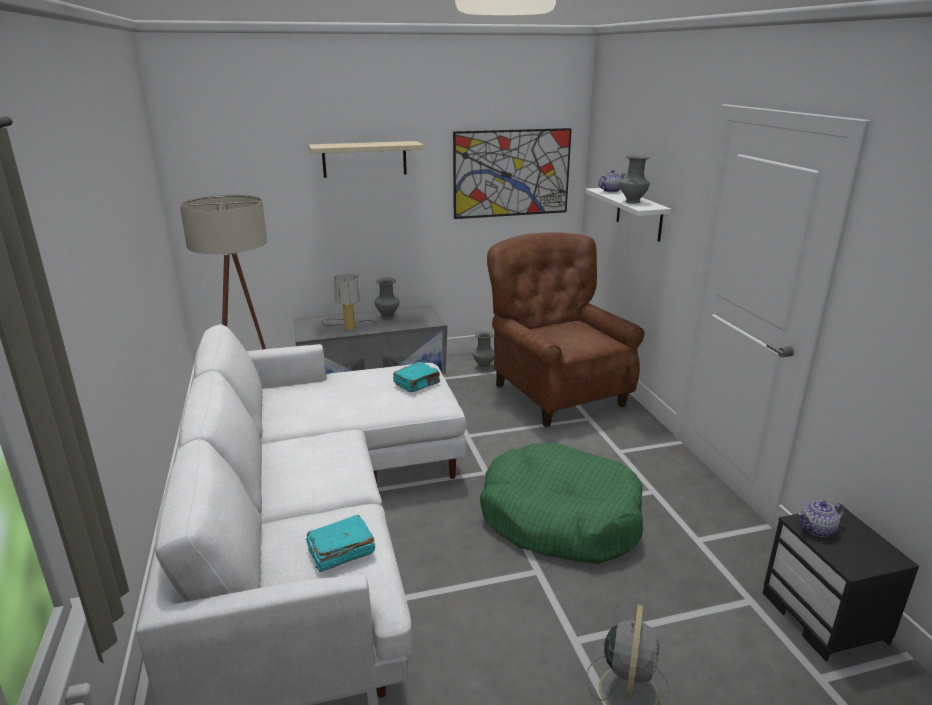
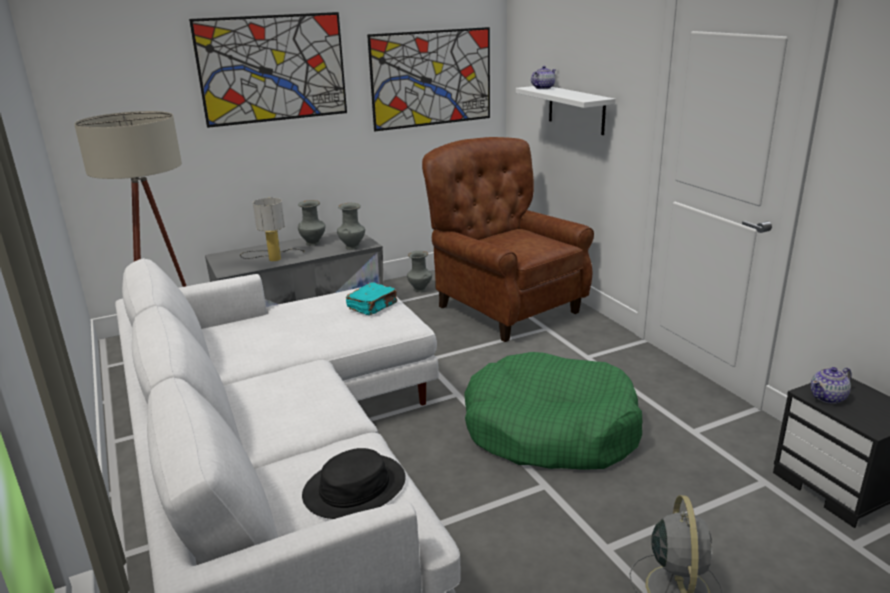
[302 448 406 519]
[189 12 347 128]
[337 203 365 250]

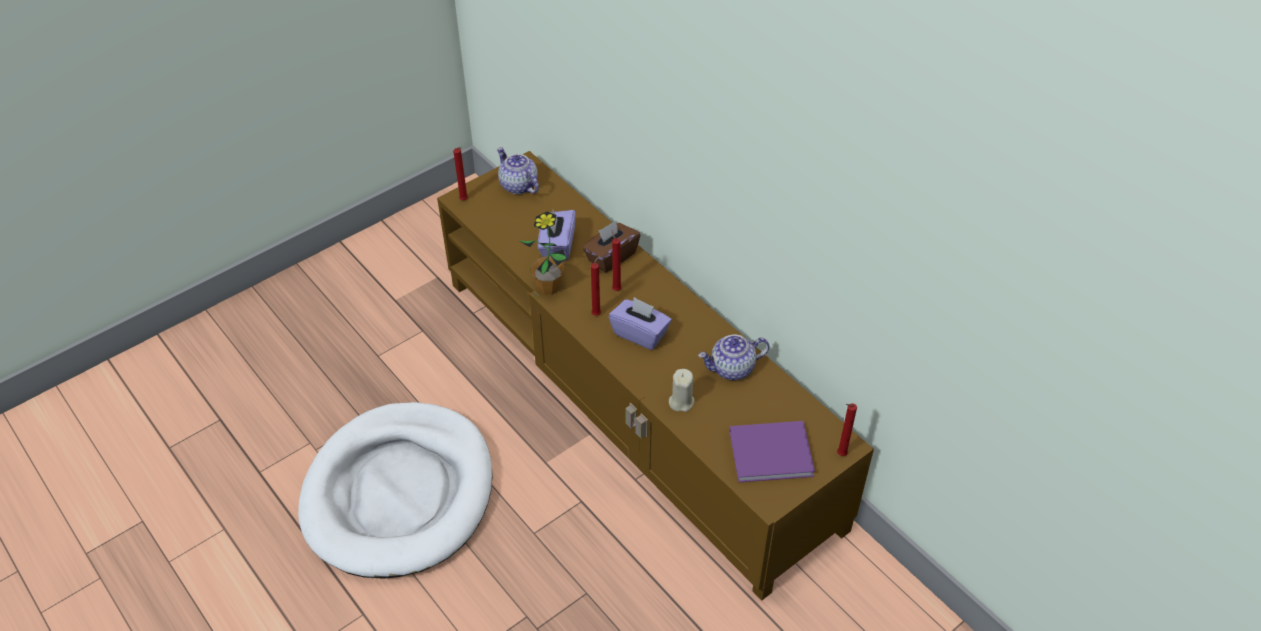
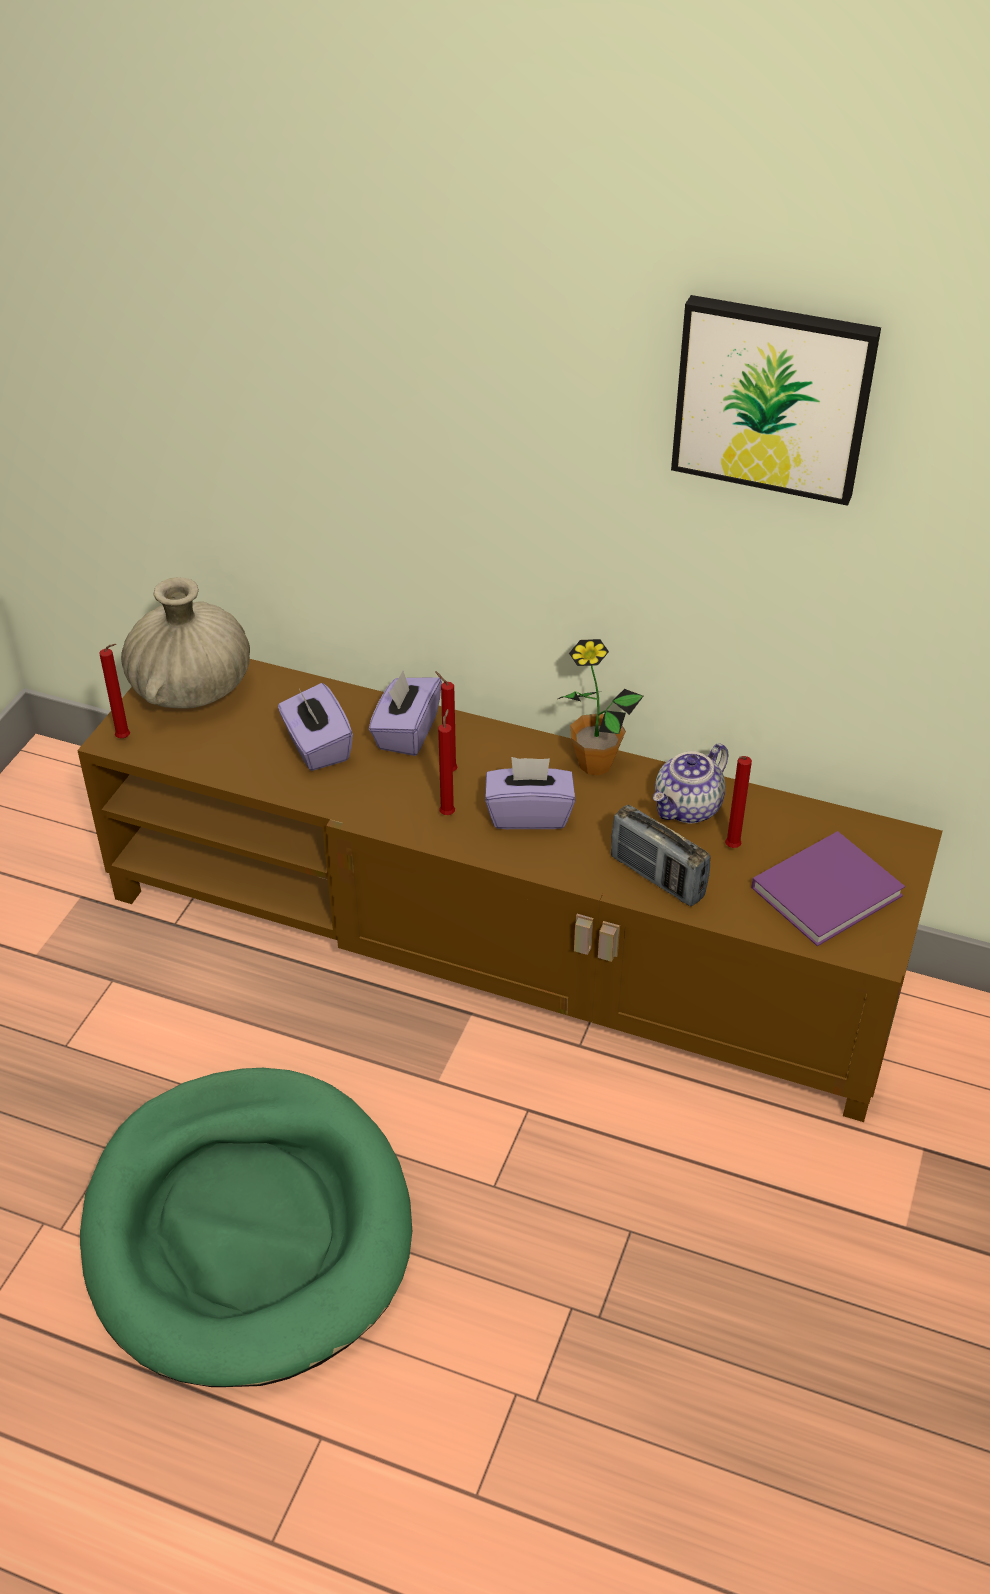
[80 1068 412 1387]
[121 577 250 709]
[558 639 643 776]
[369 671 442 756]
[611 805 710 906]
[725 756 752 848]
[671 295 881 506]

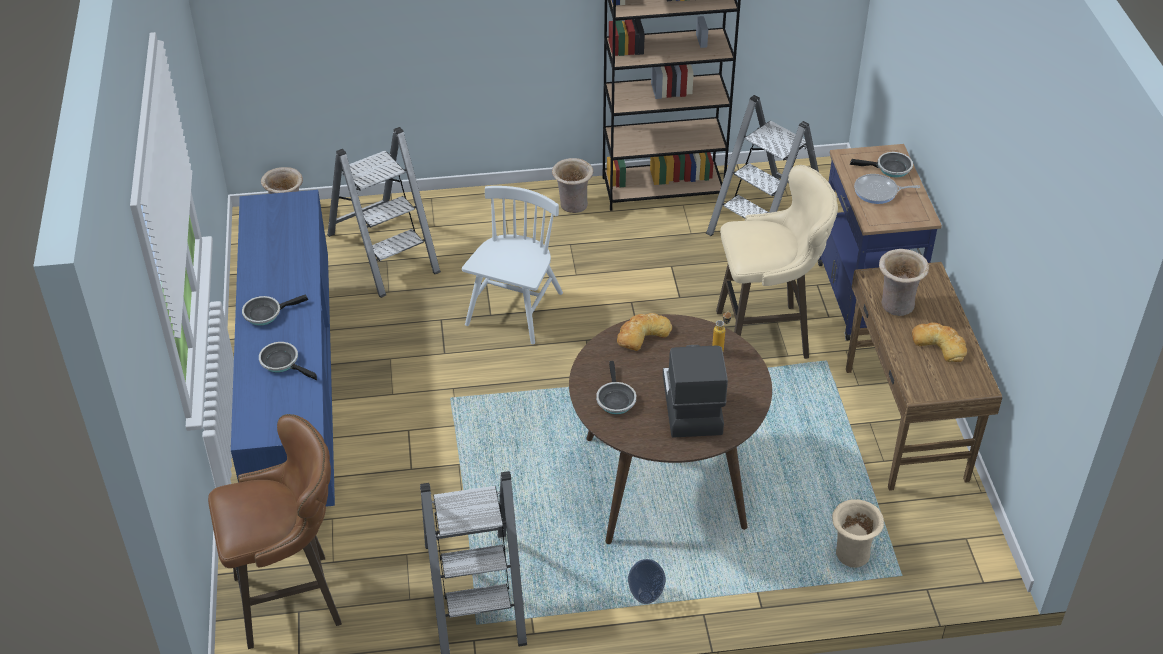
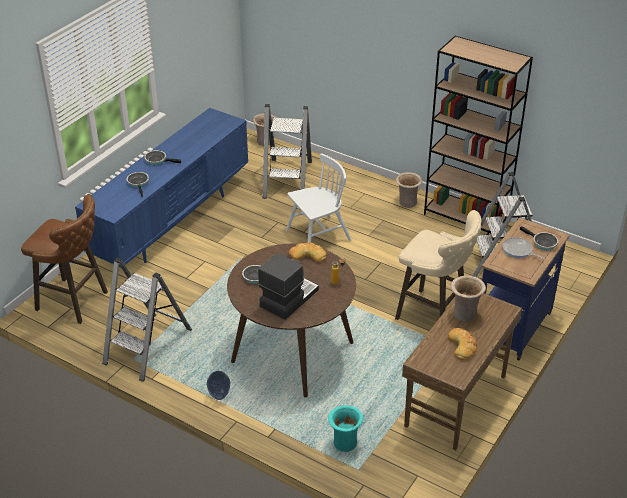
[328 405 363 452]

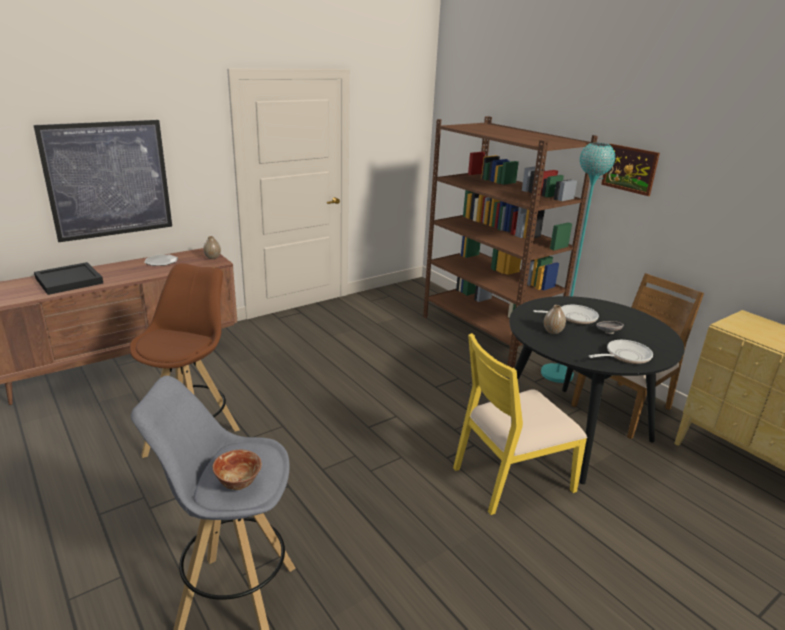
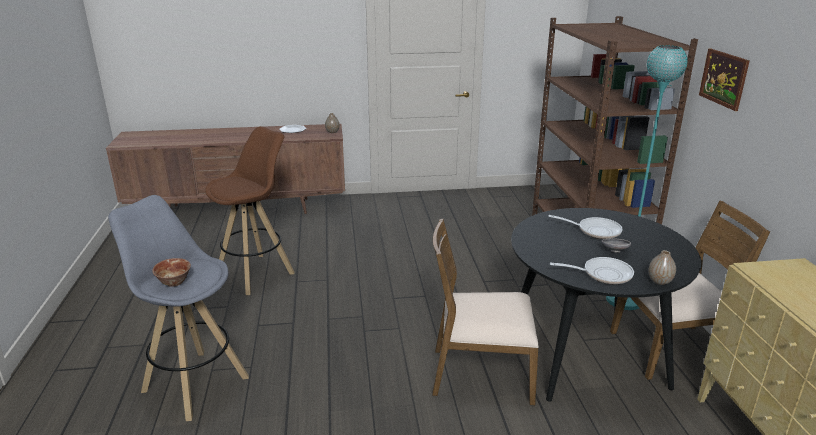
[33 120 172 242] (first image)
[34 262 103 295] (first image)
[432 219 539 405]
[648 250 676 285]

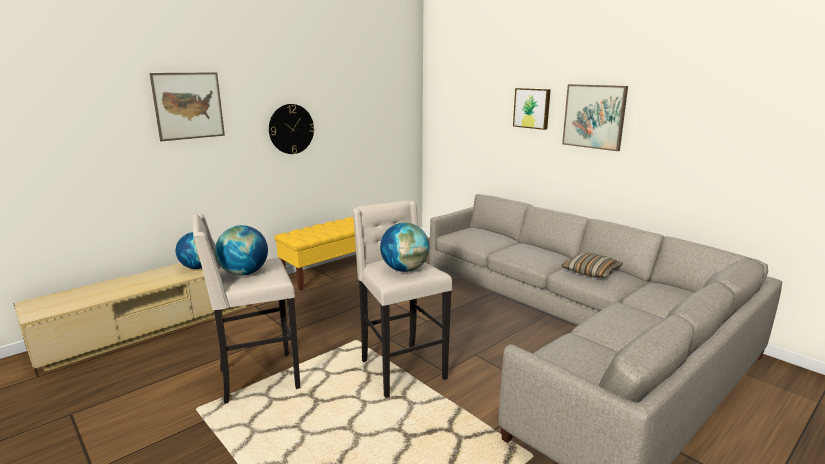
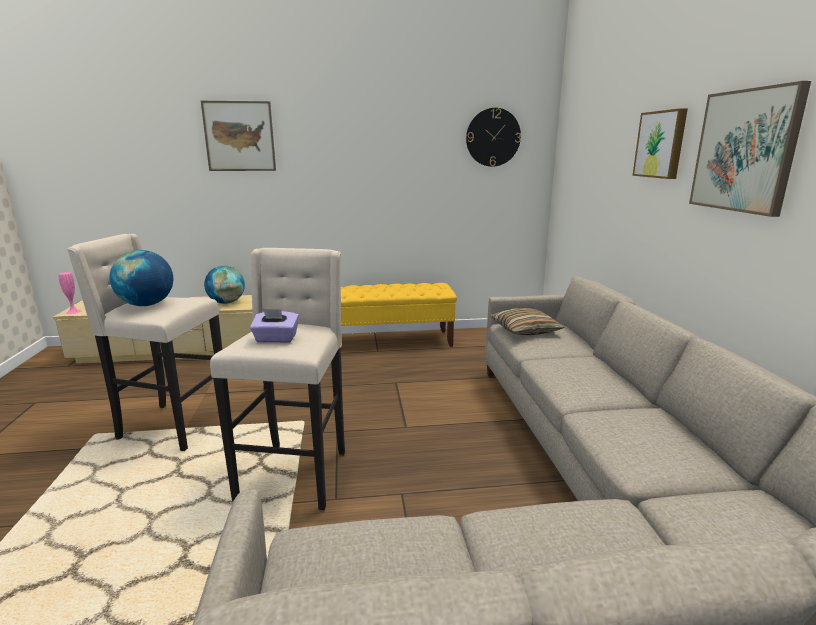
[466 108 521 167]
[250 309 299 343]
[491 308 564 335]
[59 272 81 314]

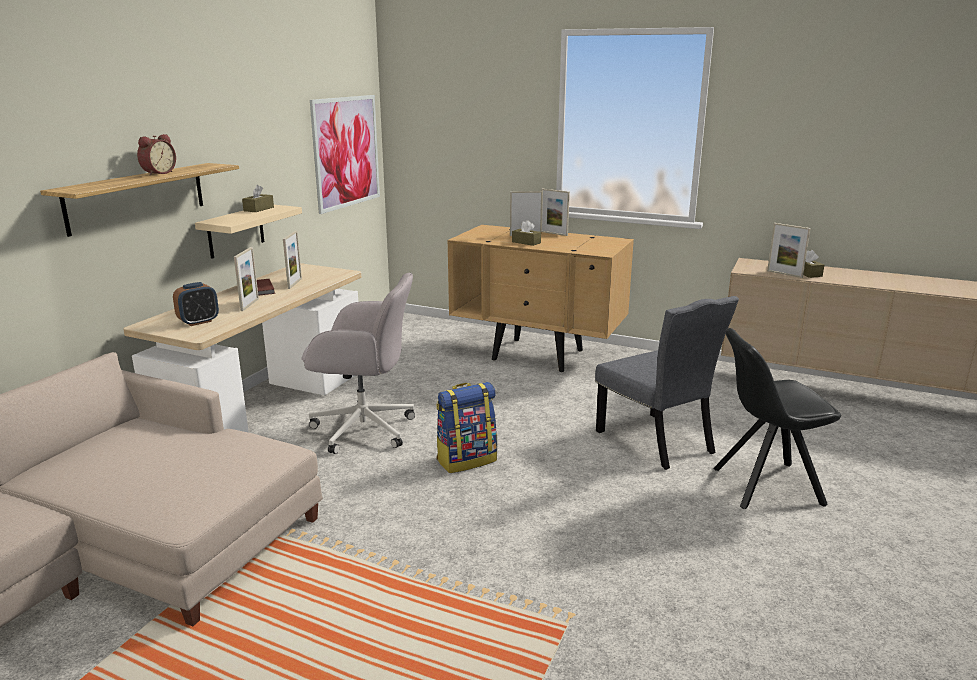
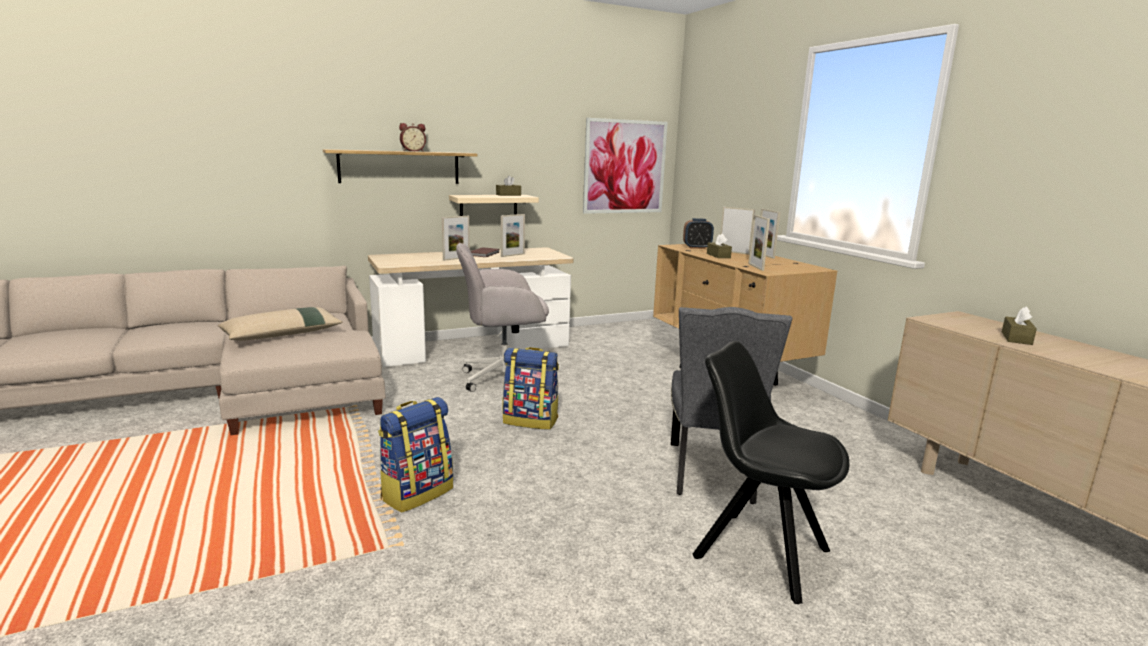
[683 218 714 249]
[456 243 549 392]
[748 215 770 271]
[218 307 343 341]
[378 397 453 513]

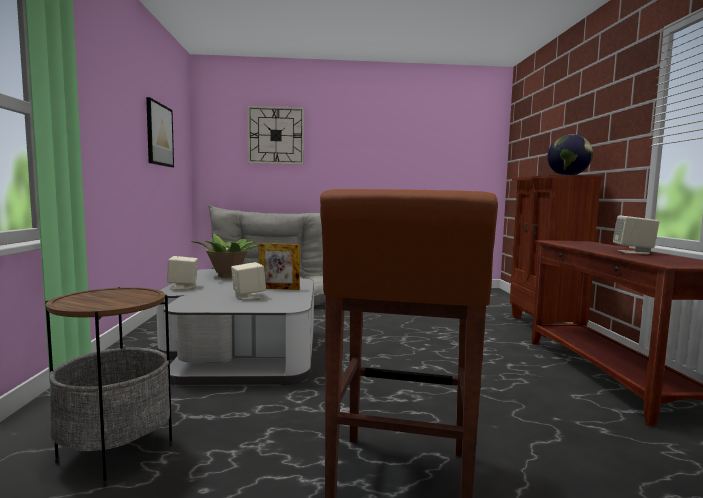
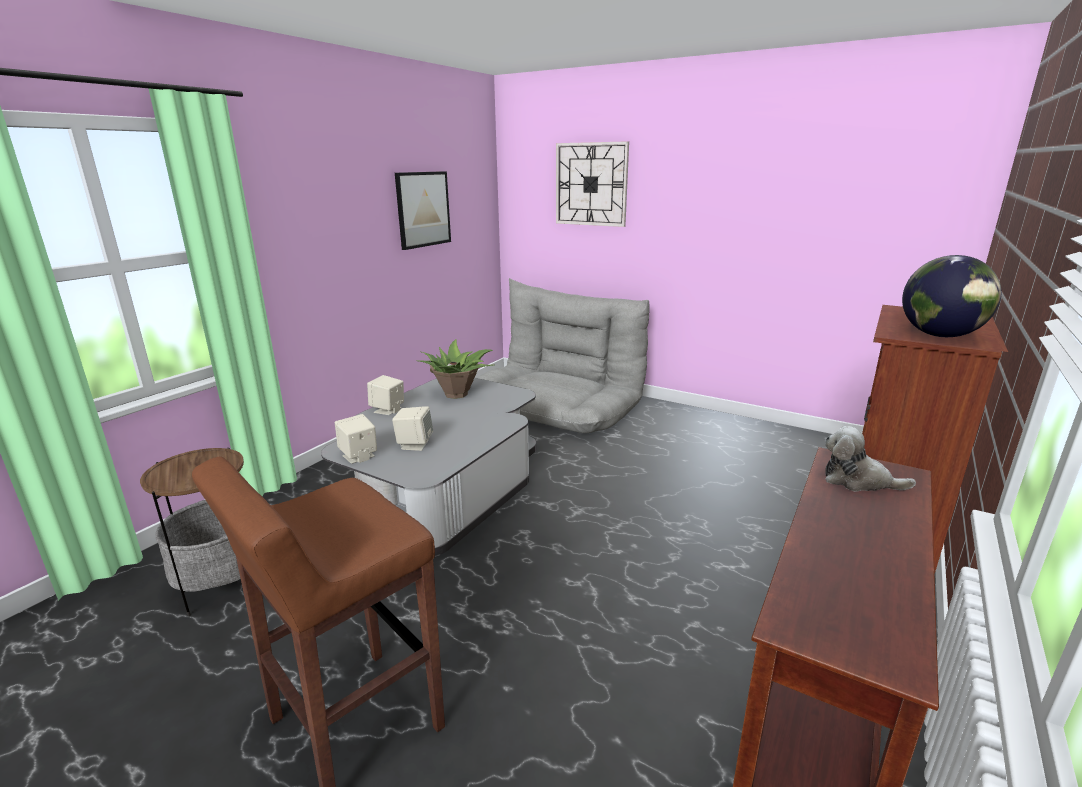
[258 243 300 290] (first image)
[335 414 377 464]
[825 426 916 491]

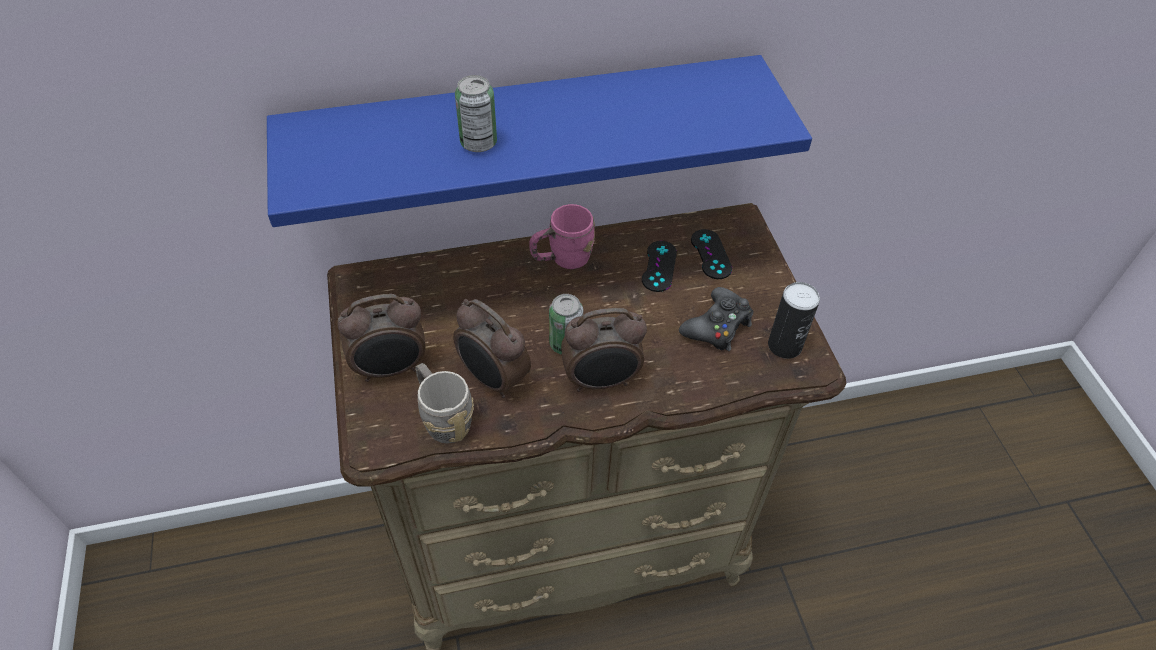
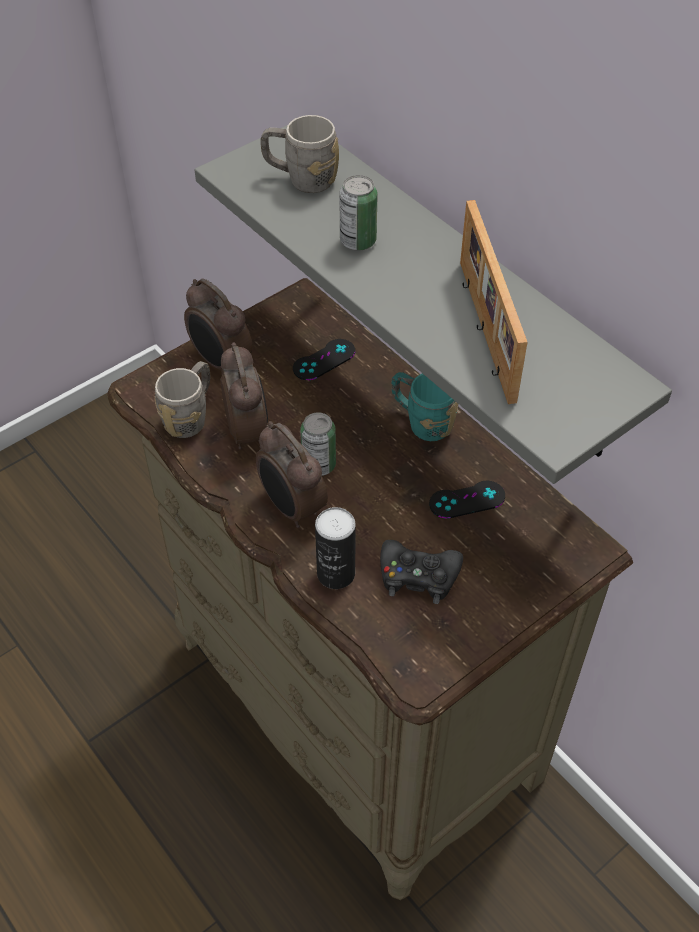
[195 125 672 484]
[220 342 268 449]
[391 372 458 441]
[293 339 355 380]
[315 507 356 589]
[261 115 339 193]
[460 200 528 404]

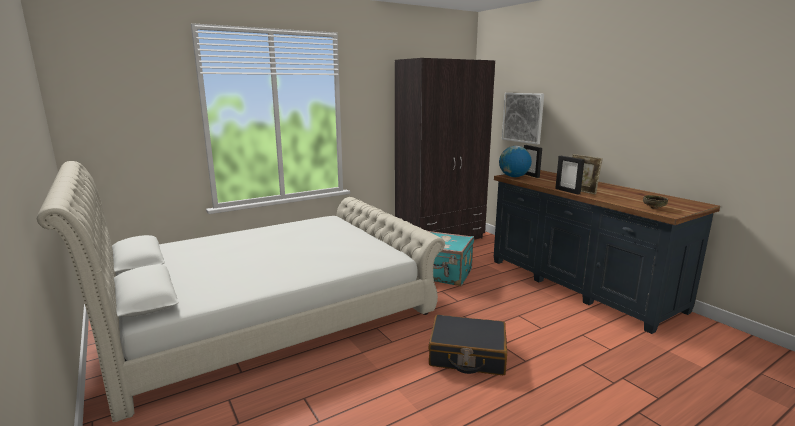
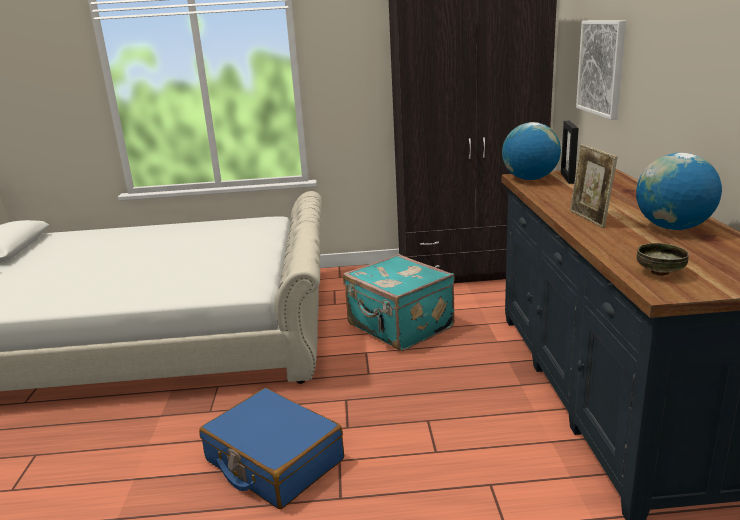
[199 388 344 509]
[555 156 584 195] (first image)
[636 153 722 230]

